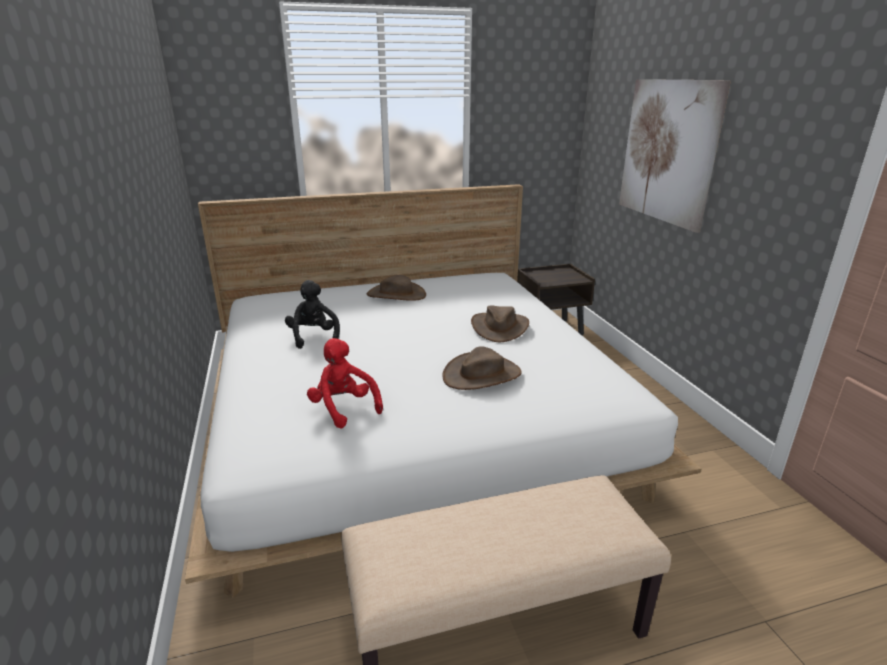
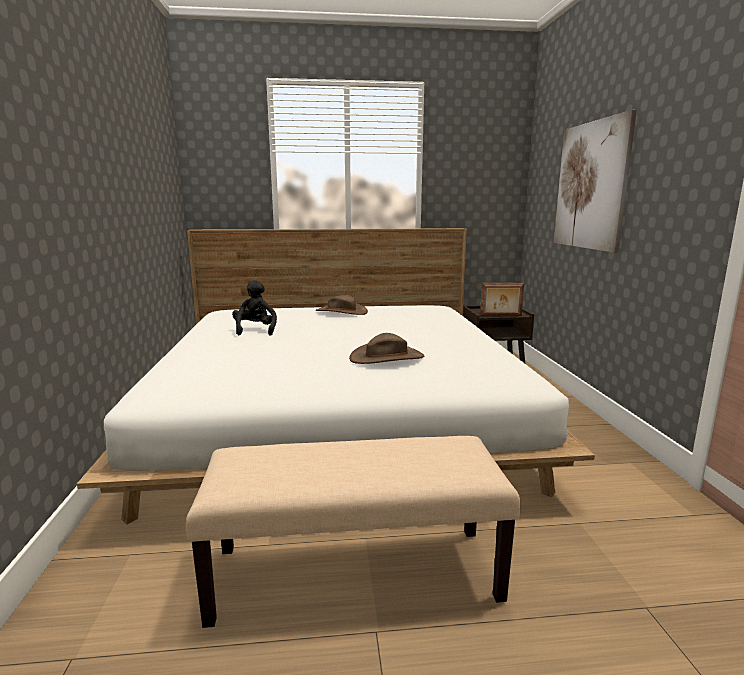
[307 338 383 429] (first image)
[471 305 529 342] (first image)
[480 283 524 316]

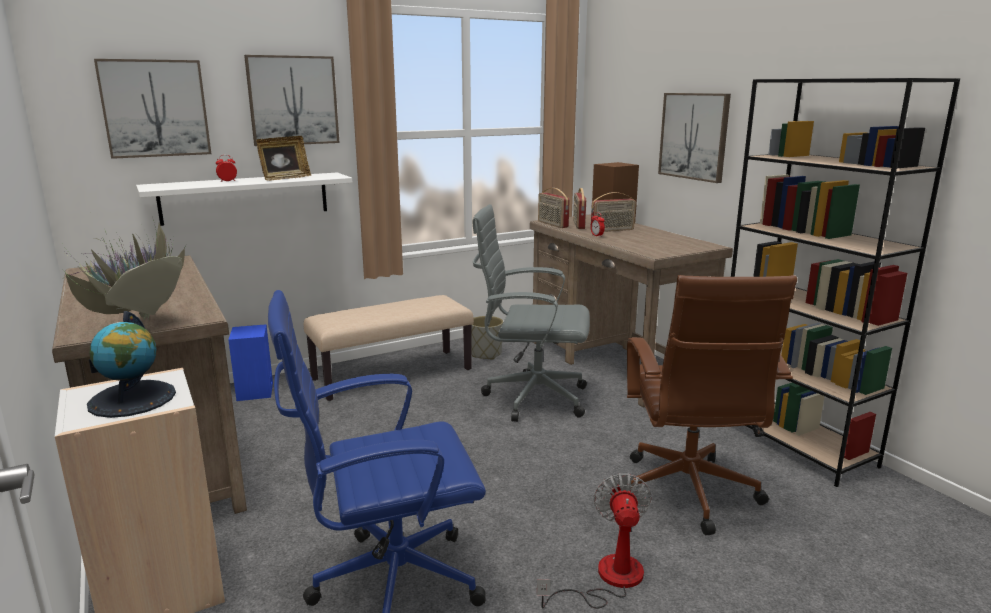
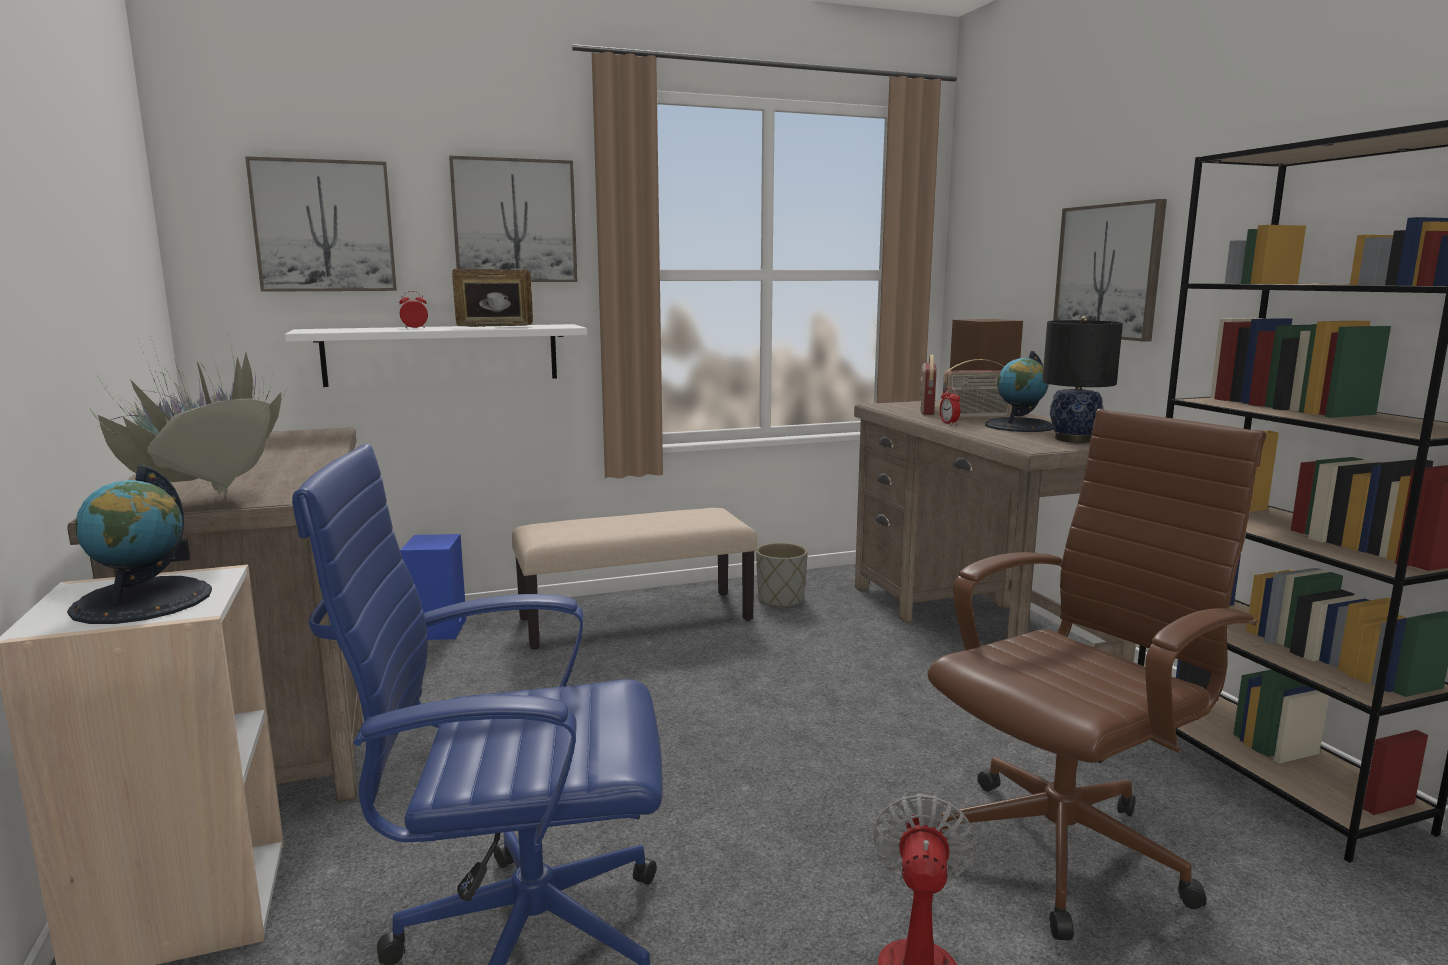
[452 269 533 327]
[473 204 590 422] (first image)
[538 188 570 228] (first image)
[928 409 1267 940]
[985 351 1053 432]
[1042 316 1123 443]

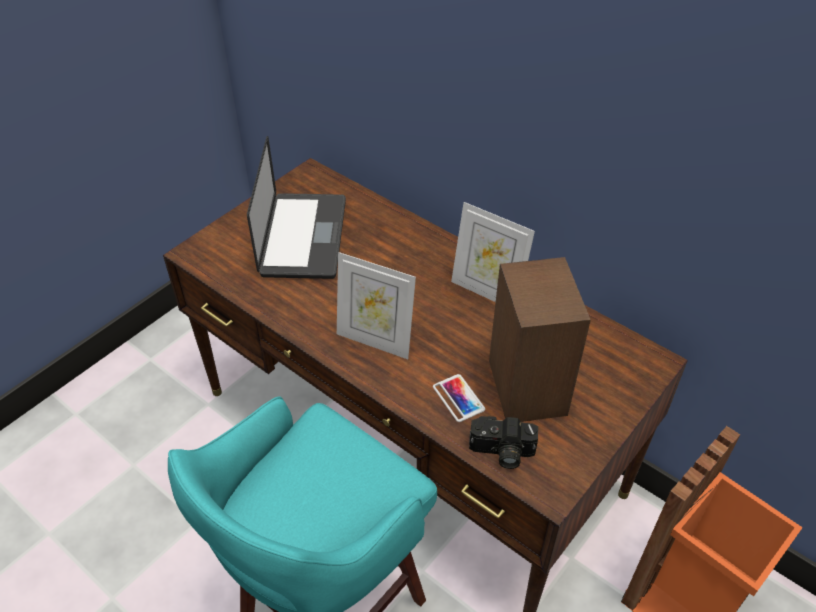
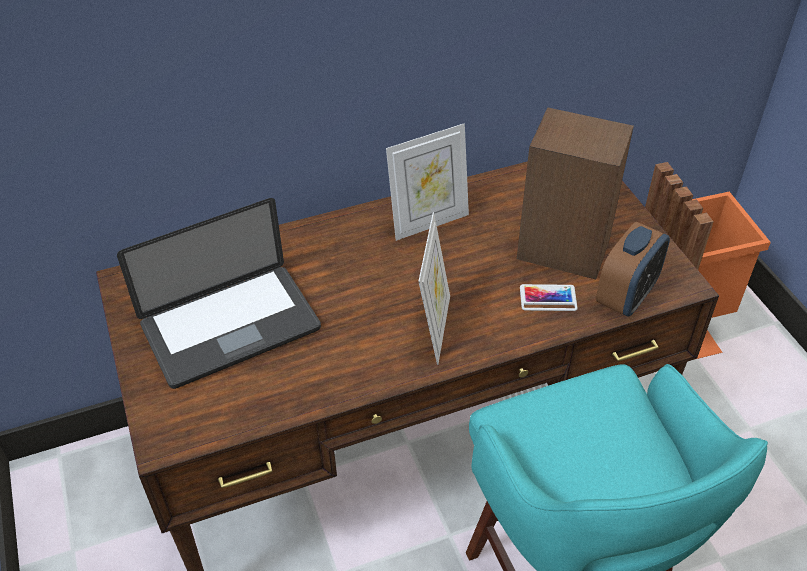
[117 198 321 389]
[418 212 450 365]
[596 222 670 317]

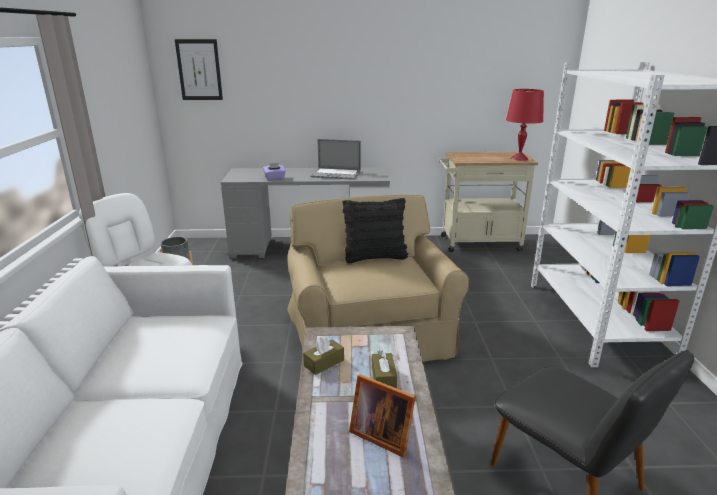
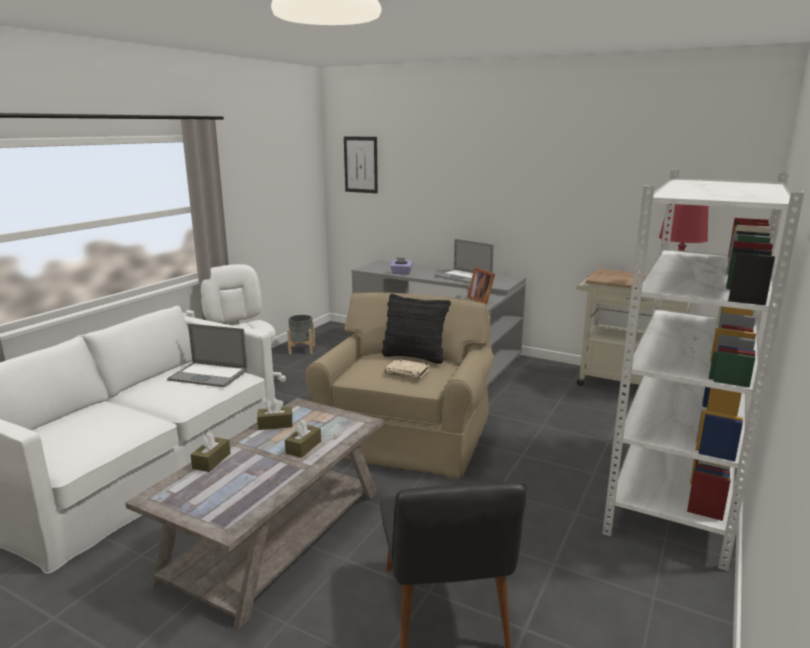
[467 267 495 305]
[167 324 247 387]
[191 432 231 472]
[385 359 430 380]

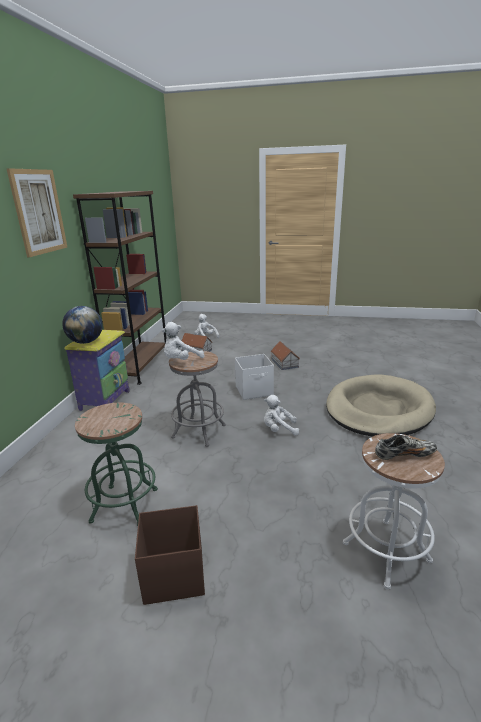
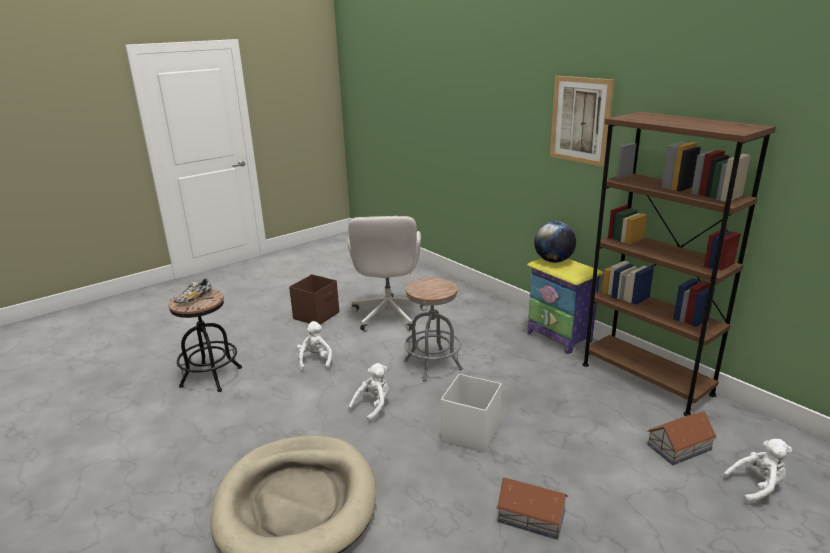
[347 216 428 331]
[296 321 332 371]
[168 289 242 392]

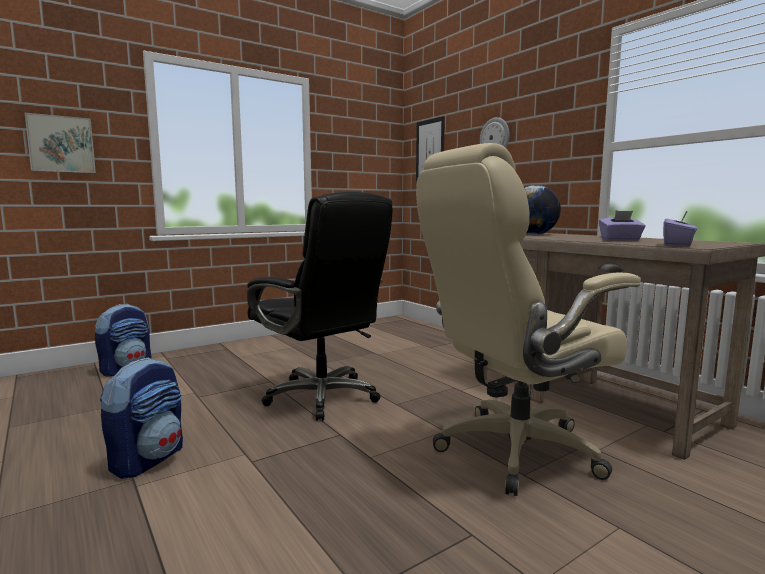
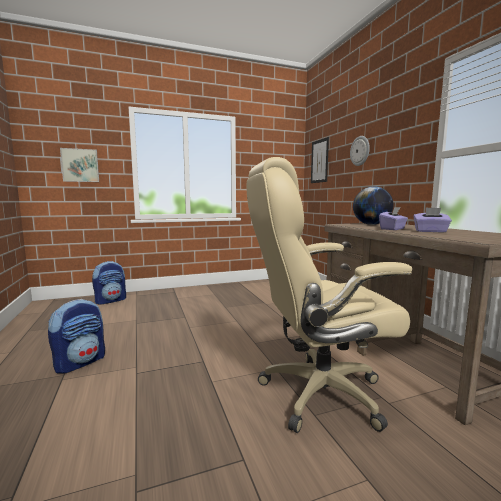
[247 192 393 421] (first image)
[379 207 408 230]

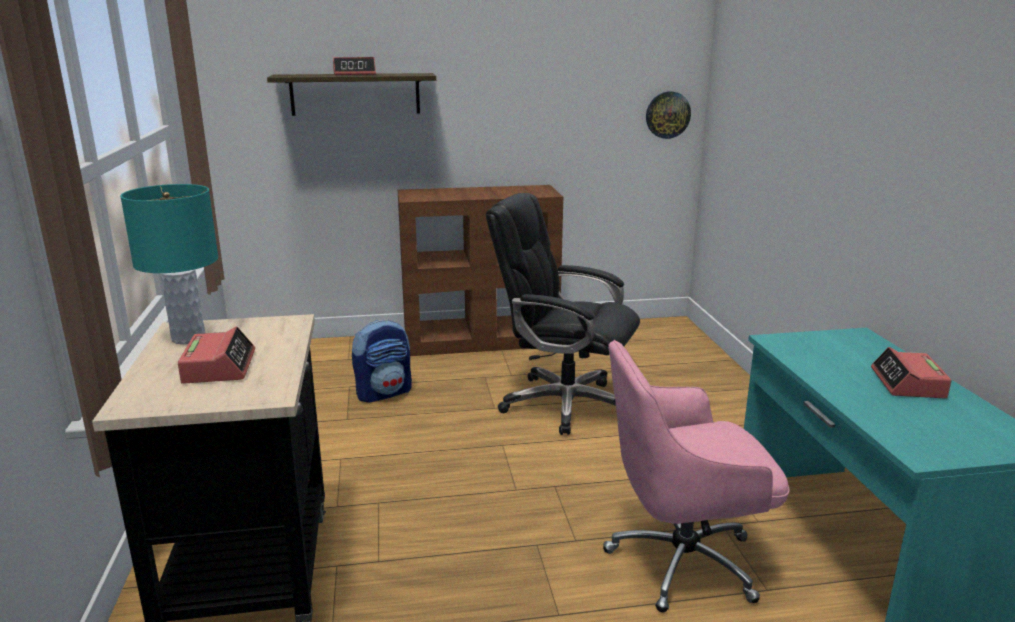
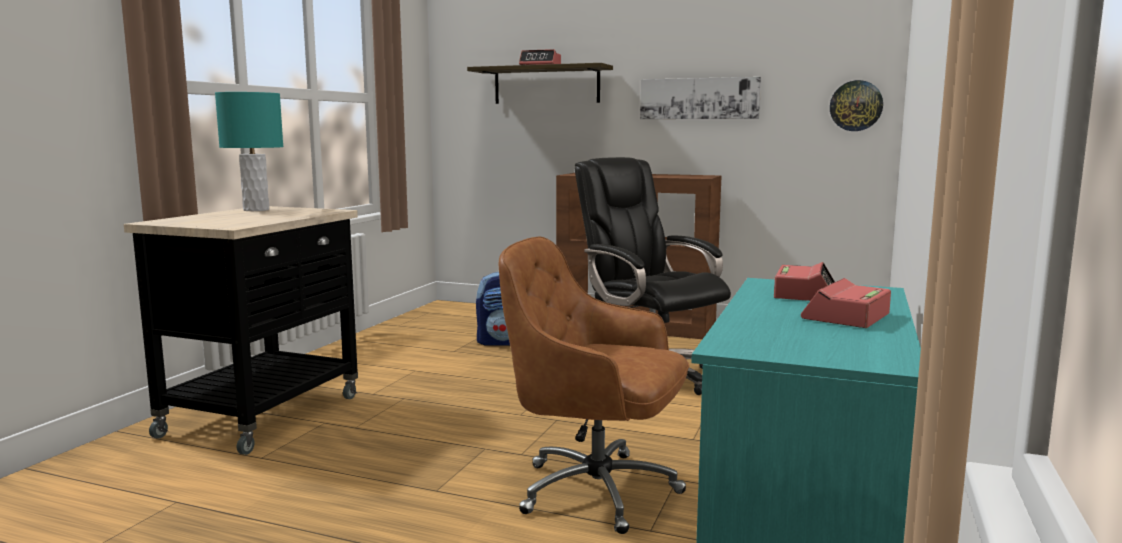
[774 262 835 301]
[499 237 689 534]
[640 77 761 119]

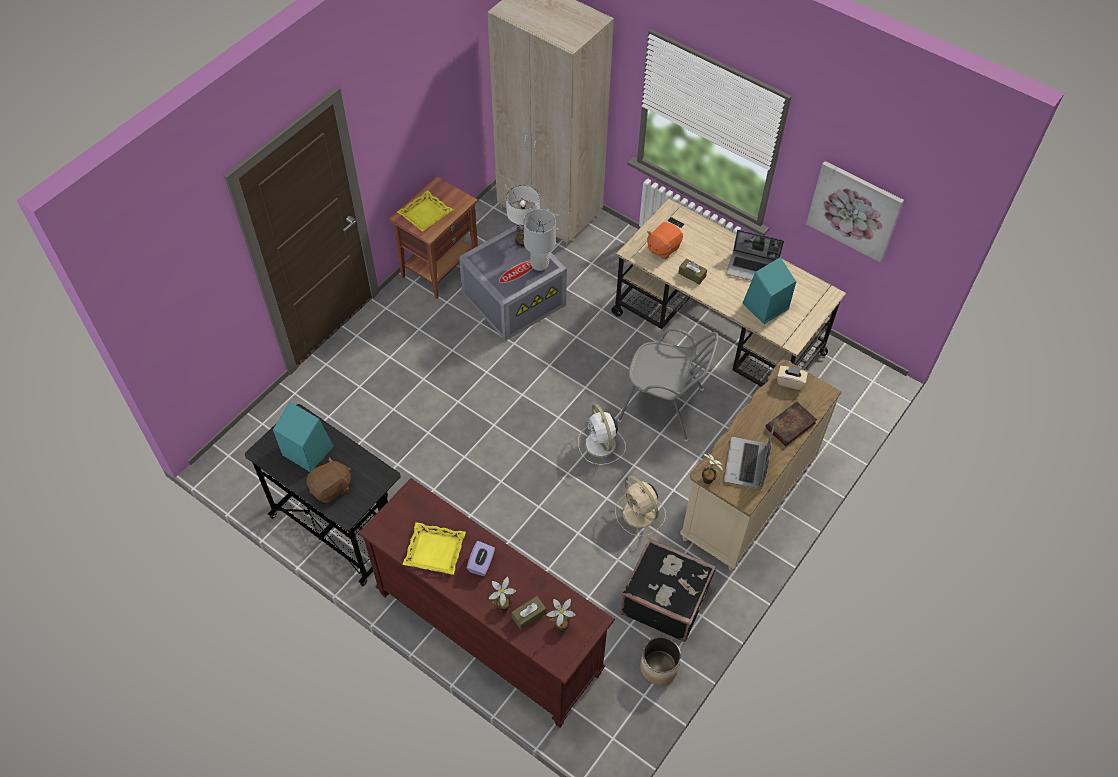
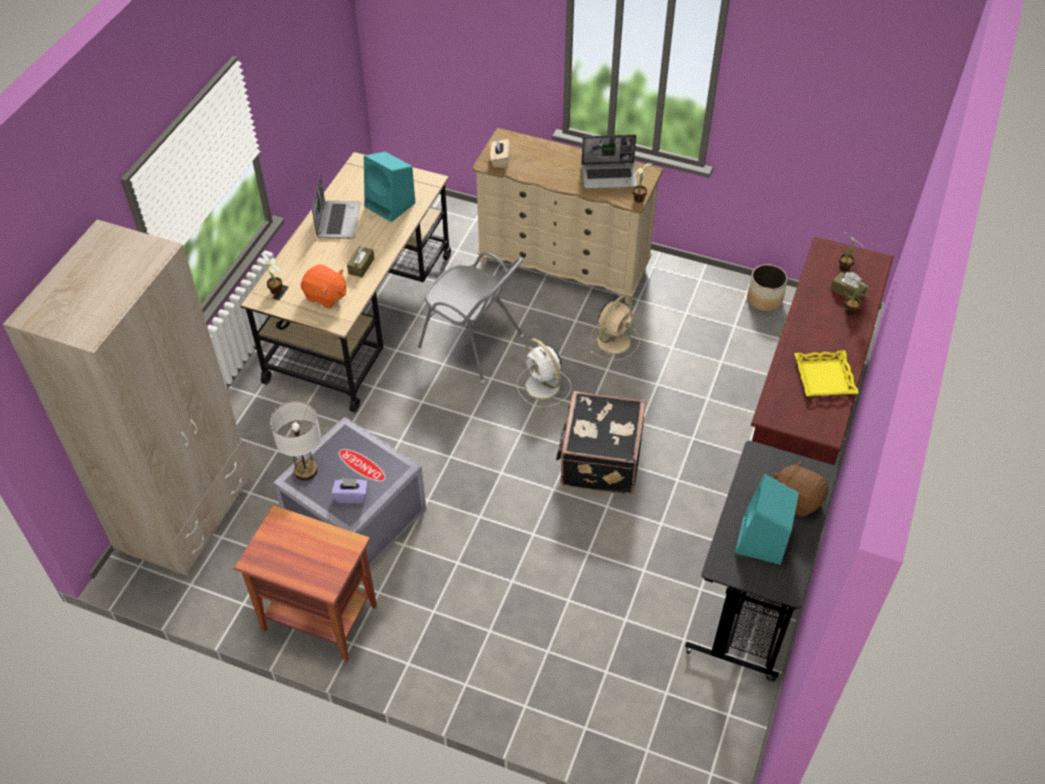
[397 190 453 232] (first image)
[331 478 368 504]
[523 209 556 271] (first image)
[516 338 571 407]
[417 252 524 383]
[556 391 646 495]
[765 401 817 446] (first image)
[806 161 904 262] (first image)
[260 253 282 295]

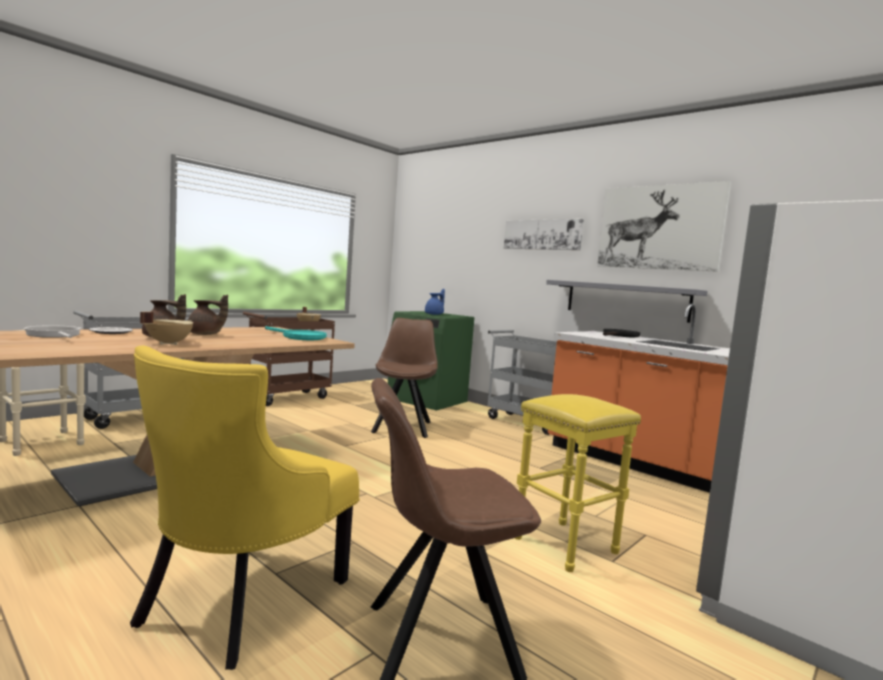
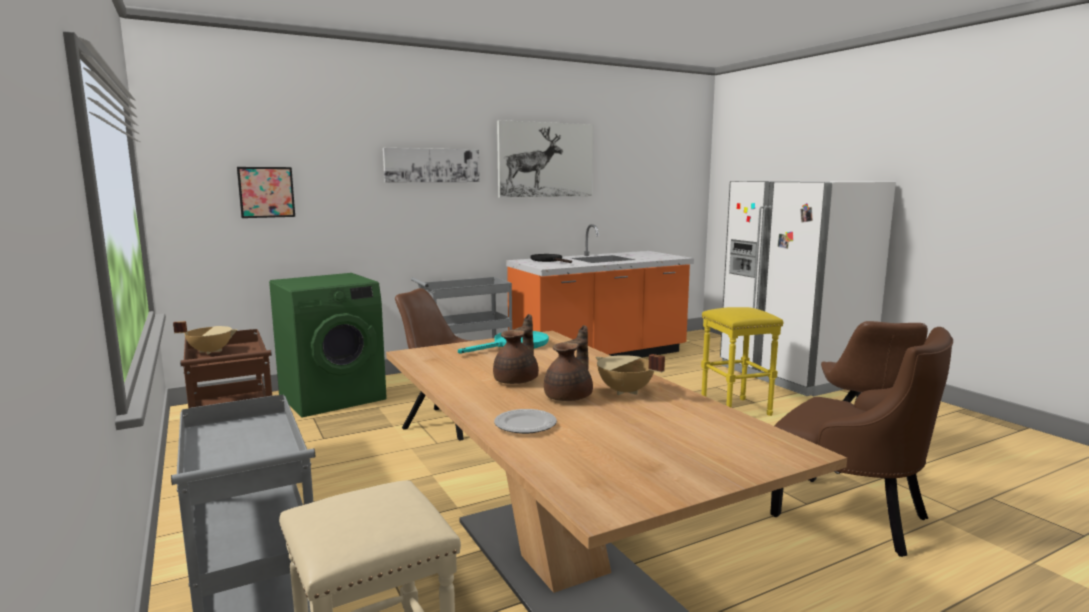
[24 325 81 338] (first image)
[770 327 953 557]
[425 289 445 315] (first image)
[546 280 708 323] (first image)
[237 167 295 218]

